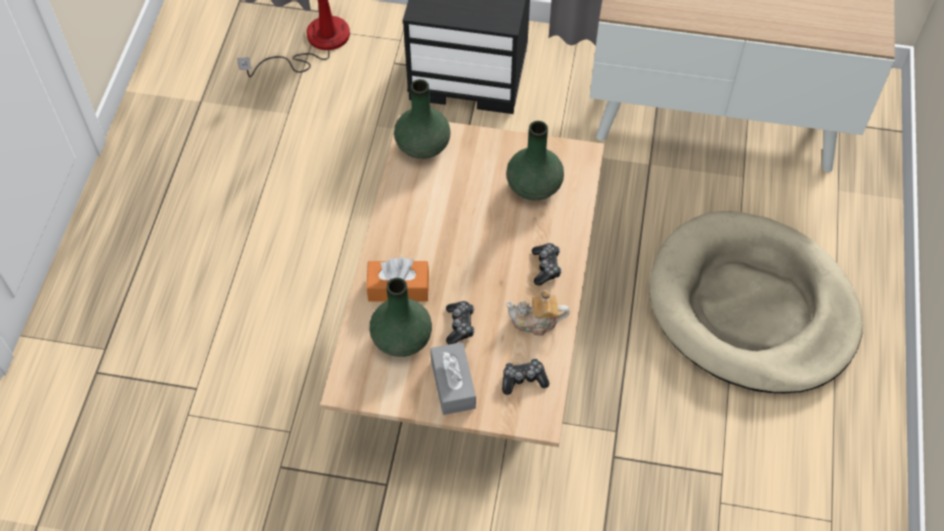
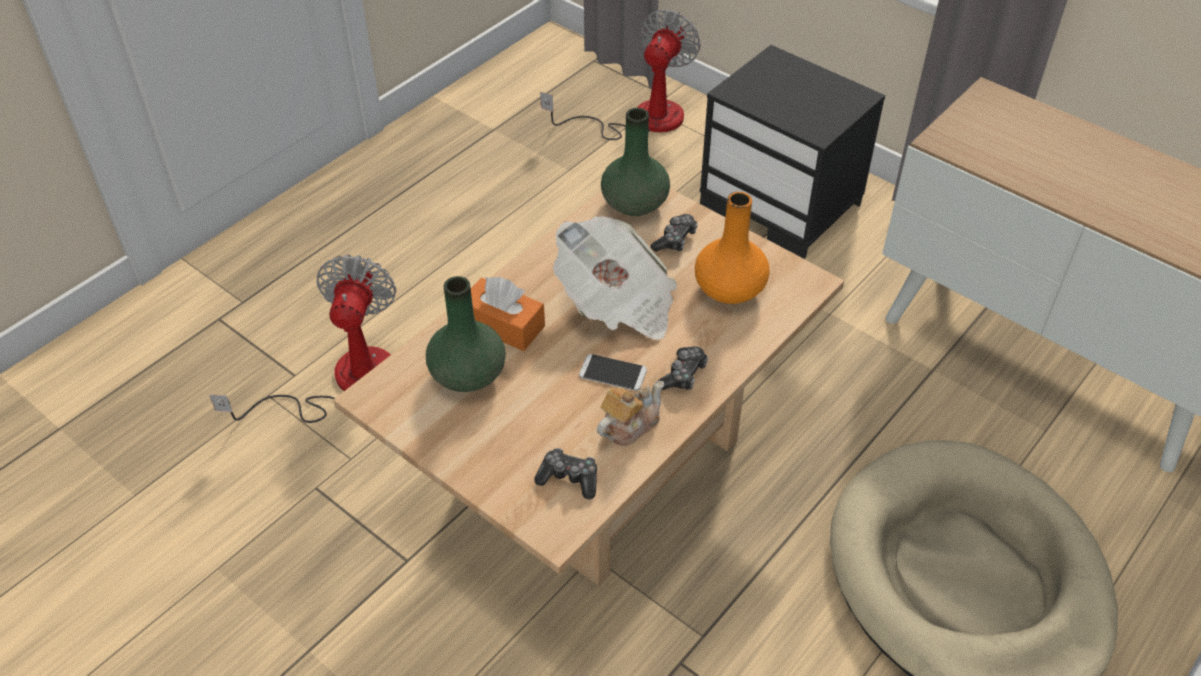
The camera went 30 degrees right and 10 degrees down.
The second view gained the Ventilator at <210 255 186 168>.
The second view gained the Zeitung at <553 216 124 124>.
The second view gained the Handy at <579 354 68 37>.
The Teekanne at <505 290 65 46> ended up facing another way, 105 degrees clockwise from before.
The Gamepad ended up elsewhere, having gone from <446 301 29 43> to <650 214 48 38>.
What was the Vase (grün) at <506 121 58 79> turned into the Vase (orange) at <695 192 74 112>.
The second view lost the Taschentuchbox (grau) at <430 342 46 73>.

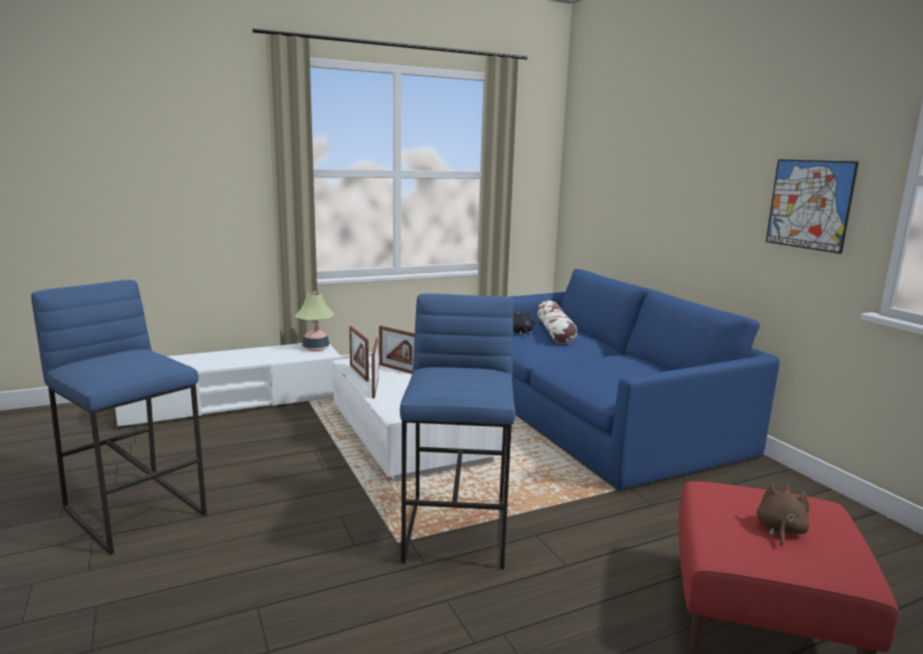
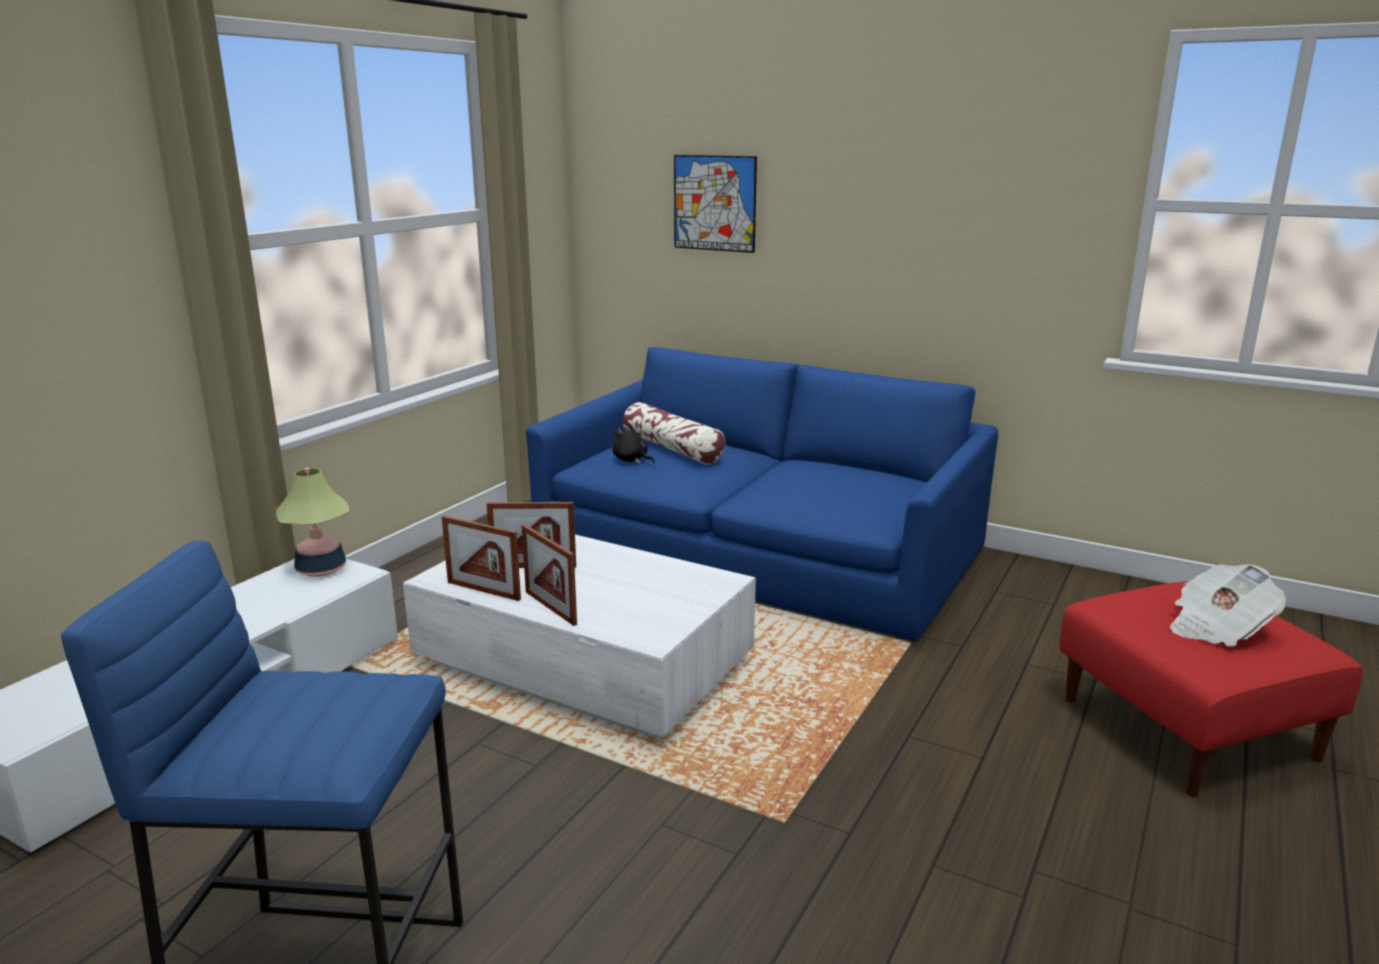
The camera went 35 degrees left and 5 degrees up.
The Bild ended up elsewhere, having gone from <766 159 93 95> to <674 155 83 98>.
Where the Plüschtier (braun) stood at <757 484 52 62>, the Zeitung came to stand at <1170 564 116 83>.
The second view lost the Hocker (blau) at <400 293 116 276>.

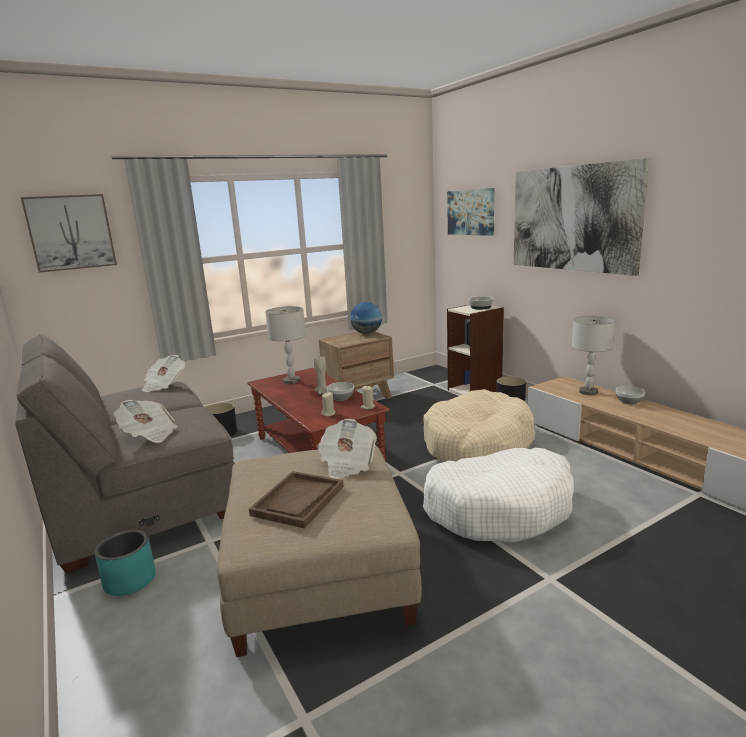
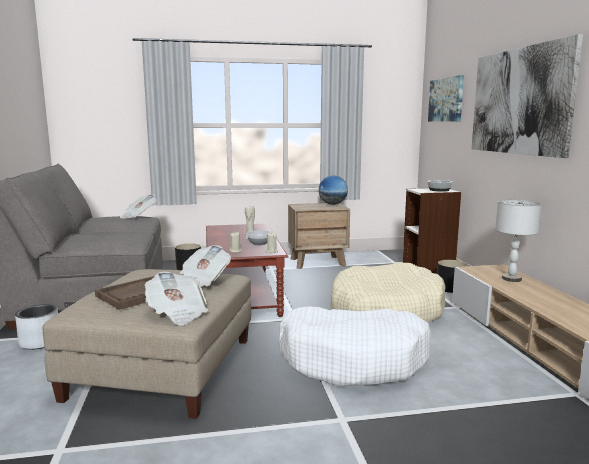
The camera went 20 degrees right and 5 degrees down.
What was the Pflanzkübel (türkis) at <95 529 61 67> turned into the Pflanzkübel (grau) at <15 304 43 46>.
The Zeitung ended up elsewhere, having gone from <114 400 64 43> to <145 271 63 55>.
The second view lost the Bild at <21 194 96 79>.
The second view lost the Tischlampe (grau) at <265 306 41 78>.
The second view lost the Schüssel at <616 386 29 19>.

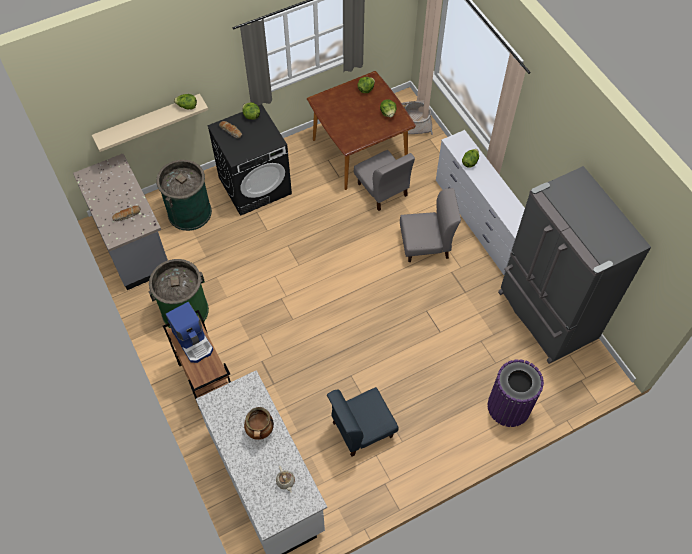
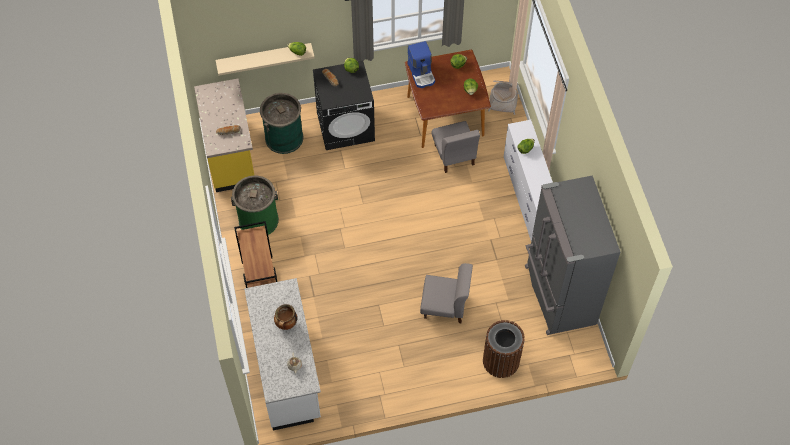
The camera went 15 degrees right and 0 degrees up.
What was the Küchenzeile (grau) at <73 154 95 136> turned into the Küchenzeile (gelb) at <194 79 60 113>.
The Kaffeemaschine ended up elsewhere, having gone from <166 302 47 61> to <408 41 27 47>.
The Stuhl (grau) ended up elsewhere, having gone from <400 188 61 74> to <420 263 53 61>.
What was the Mülleimer (lila) at <488 359 56 68> turned into the Mülleimer (braun) at <483 320 42 58>.
The second view lost the Stuhl (blau) at <327 387 72 70>.

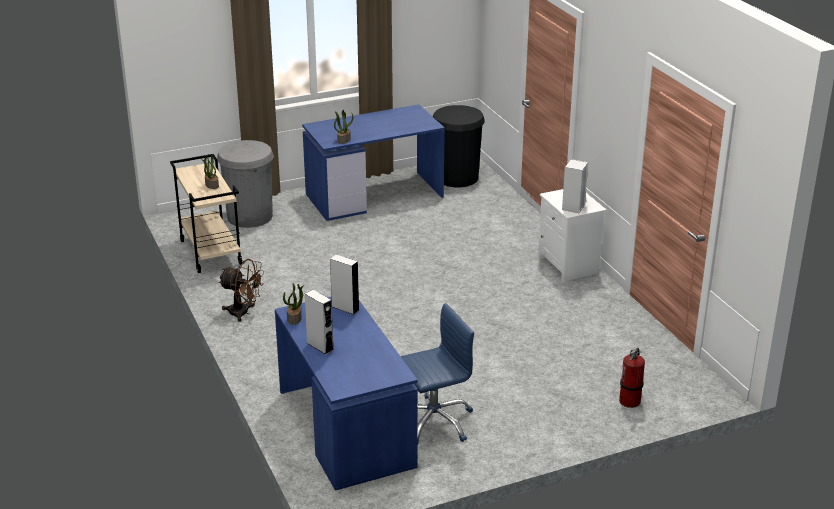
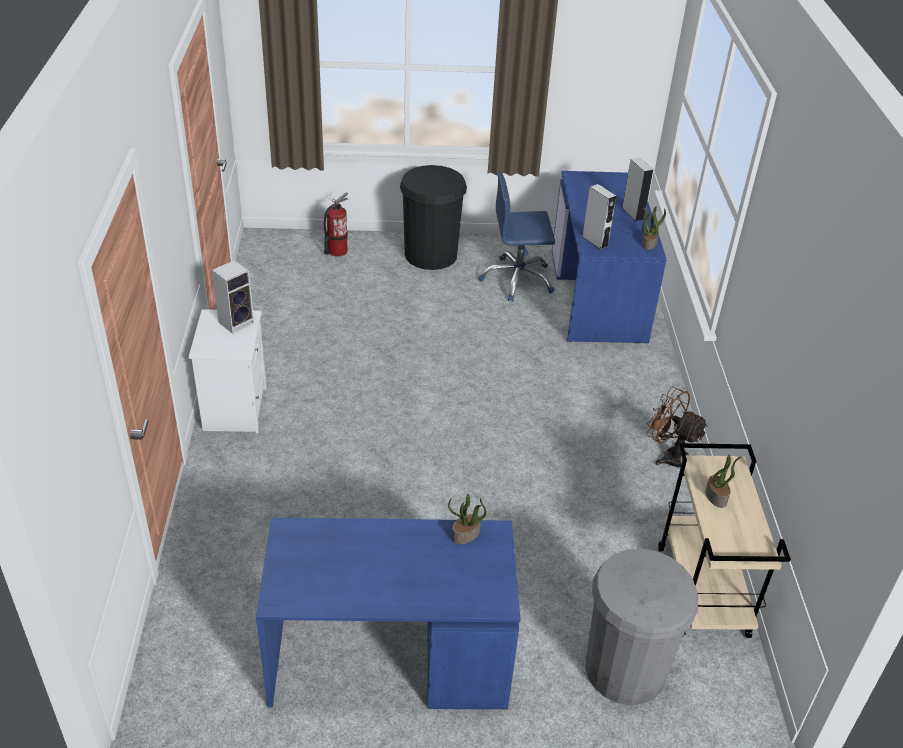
The camera went 160 degrees left and 10 degrees up.
The Mülleimer (schwarz) ended up elsewhere, having gone from <433 105 52 82> to <400 165 67 105>.

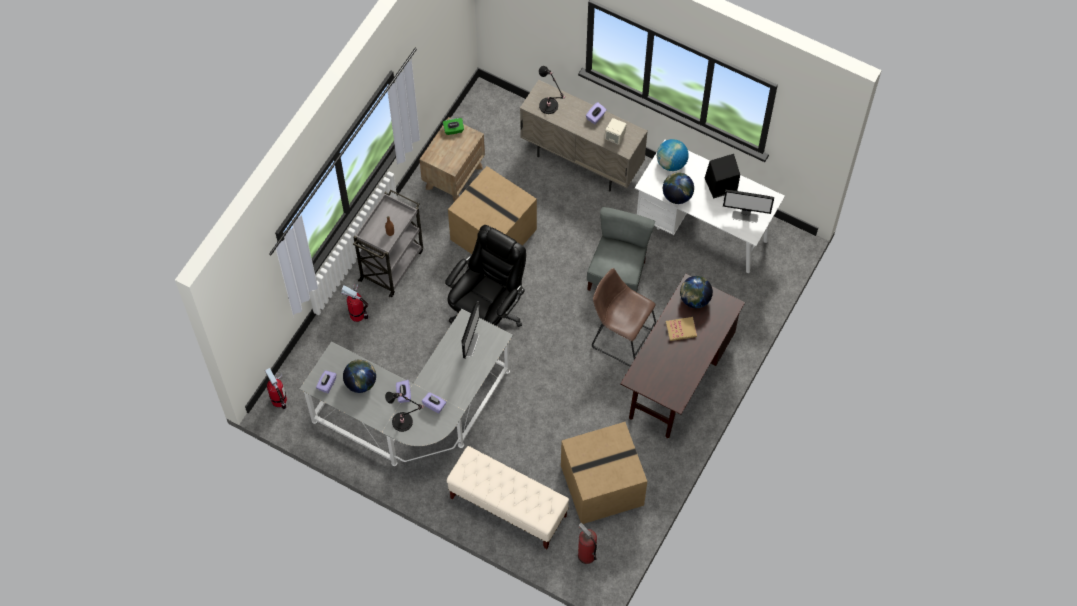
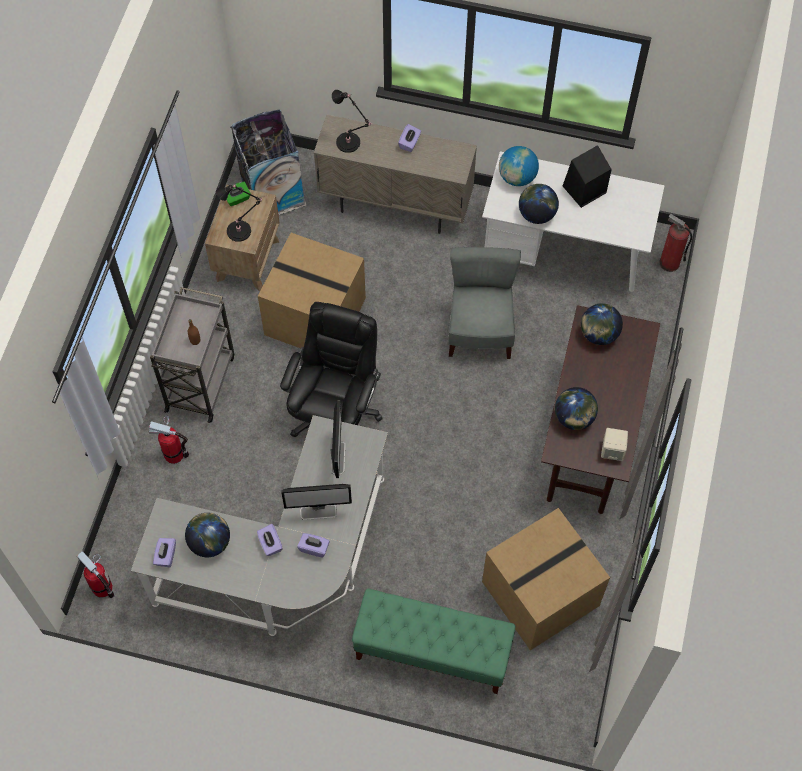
The camera went 15 degrees left and 0 degrees up.
The Tischlampe (schwarz) ended up elsewhere, having gone from <385 392 39 40> to <216 184 46 58>.
The second view gained the Mülleimer at <230 110 76 105>.
The Monitor ended up elsewhere, having gone from <723 190 51 33> to <281 484 71 36>.
What was the Bank (beige) at <447 446 122 103> turned into the Bank (grün) at <352 588 163 106>.
The second view gained the Globus at <555 387 43 43>.
The Lautsprecher (beige) ended up elsewhere, having gone from <605 118 22 27> to <601 428 27 33>.
The Feuerlöscher ended up elsewhere, having gone from <578 523 19 41> to <659 214 33 58>.
The second view lost the Hocker (braun) at <592 268 64 98>.
The second view lost the Buch at <666 317 31 24>.

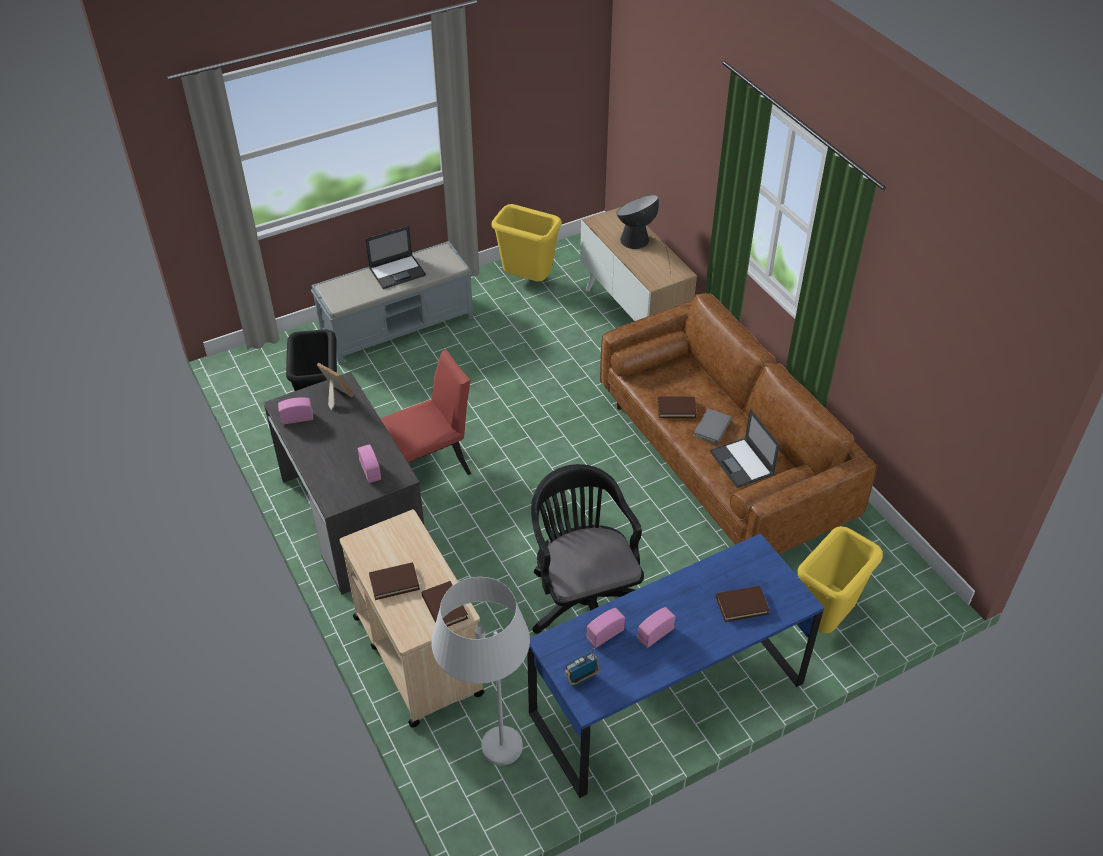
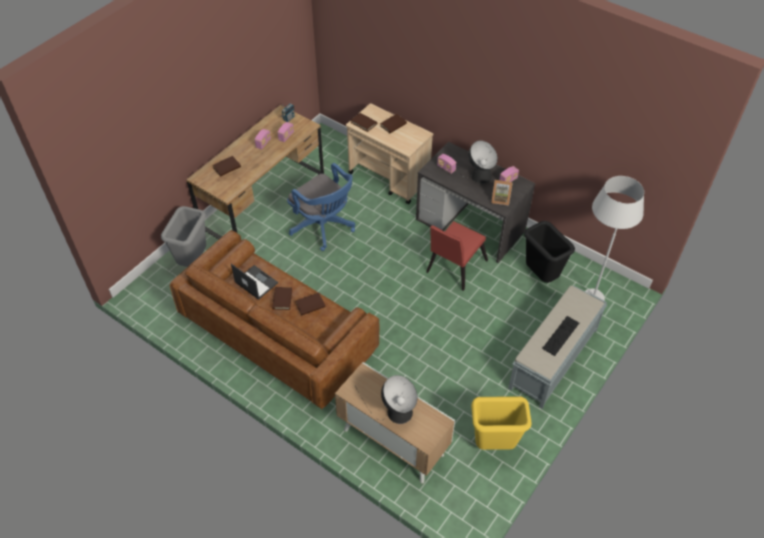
The camera went 155 degrees right and 5 degrees up.
What was the Mülleimer (gelb) at <798 526 85 108> turned into the Mülleimer (grau) at <161 206 45 61>.
What was the Schreibtisch (blau) at <527 533 297 265> turned into the Schreibtisch (braun) at <186 105 138 134>.
What was the Buch (grau) at <693 409 39 35> turned into the Buch (braun) at <272 287 20 23>.
What was the Bürostuhl (schwarz) at <531 464 113 170> turned into the Bürostuhl (blau) at <287 163 68 88>.
The second view gained the Tischlampe at <453 141 45 43>.
Where the Laptop stood at <365 226 61 63>, the Tastatur came to stand at <542 316 37 40>.
The Stehlampe (weiß) ended up elsewhere, having gone from <432 577 98 188> to <585 176 59 125>.

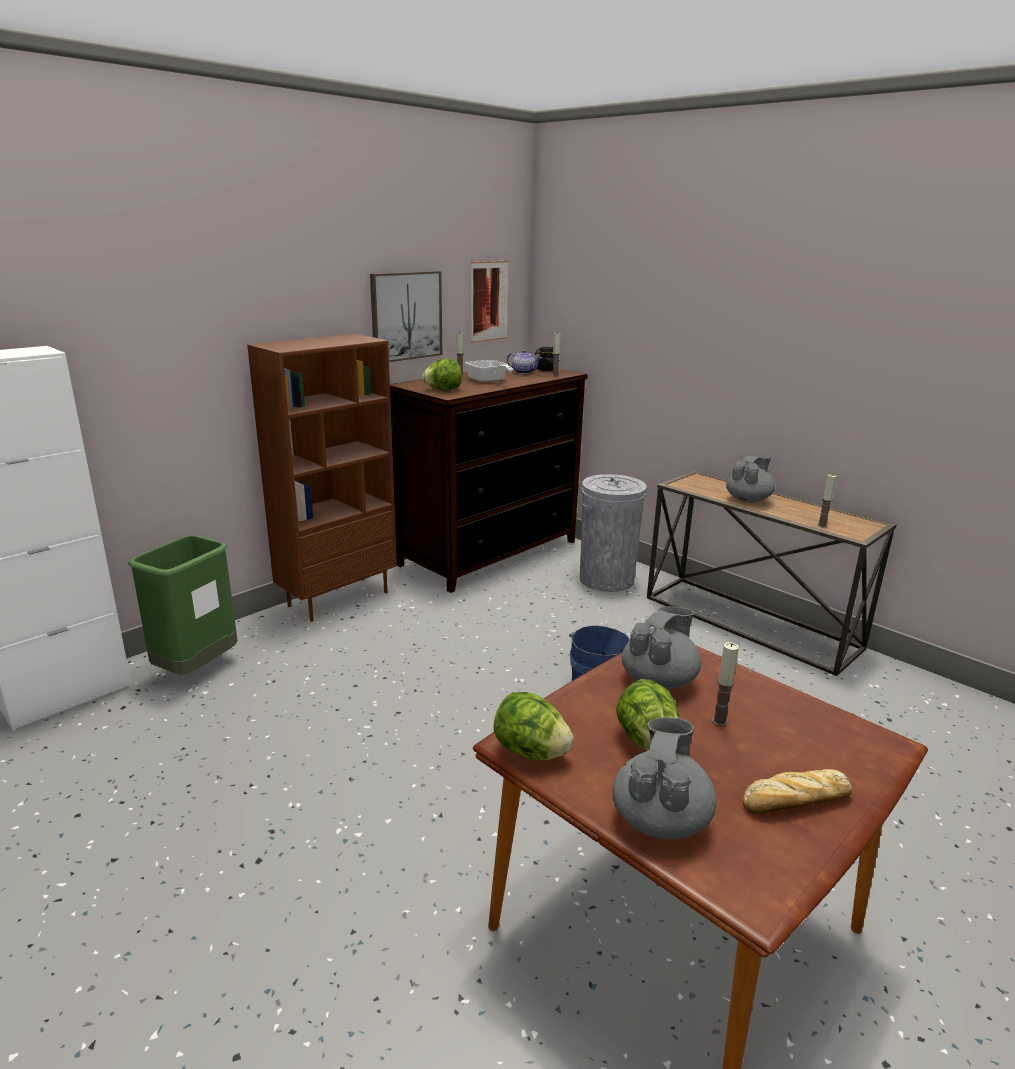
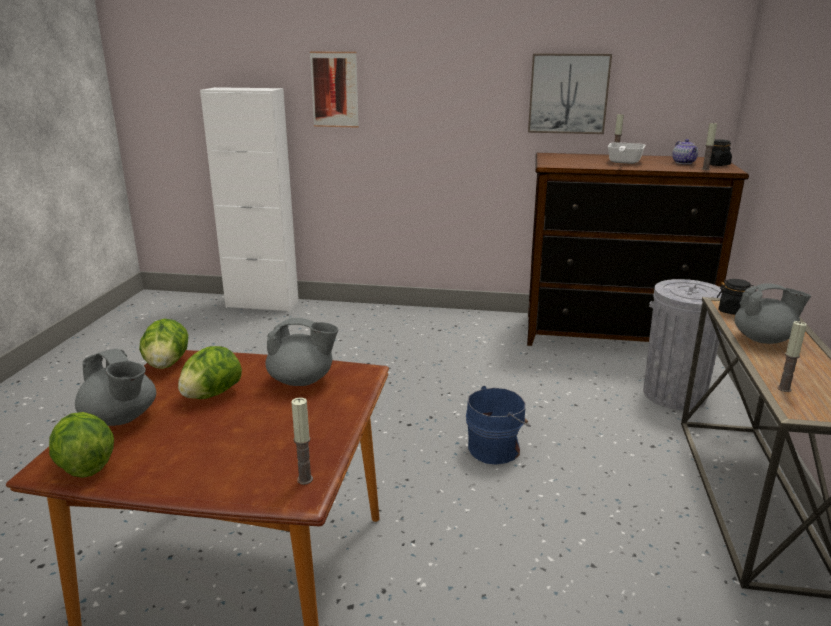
The camera went 55 degrees right and 0 degrees up.
The Salatkopf ended up elsewhere, having gone from <422 358 40 32> to <49 412 65 66>.
The Teekanne (grau) at <613 717 104 122> ended up facing another way, 60 degrees clockwise from before.
The Kerze ended up elsewhere, having gone from <712 642 27 85> to <291 398 22 87>.
The Bild ended up elsewhere, having gone from <471 261 38 82> to <310 52 49 76>.
The second view gained the Vorratsglas (schwarz) at <717 279 36 36>.
The second view lost the Mülleimer (grün) at <128 535 110 140>.
The second view lost the Bücherregal (braun) at <247 334 150 288>.
The second view lost the Brot at <743 769 109 45>.

